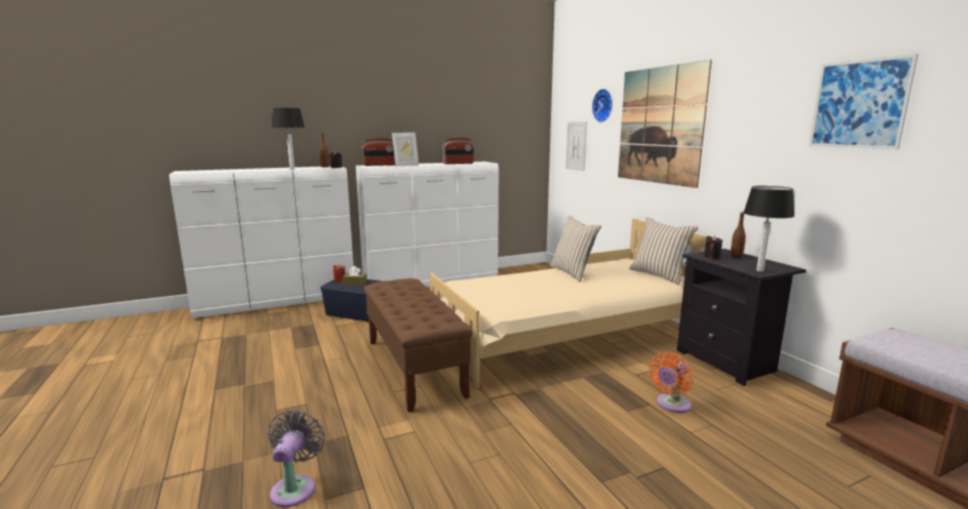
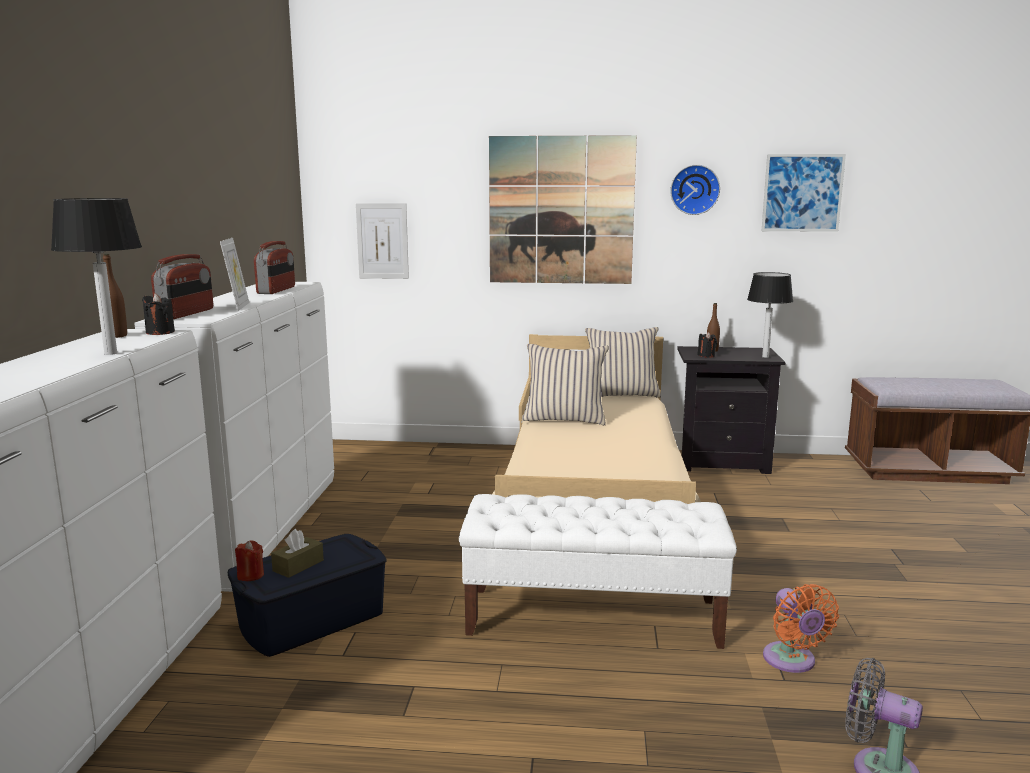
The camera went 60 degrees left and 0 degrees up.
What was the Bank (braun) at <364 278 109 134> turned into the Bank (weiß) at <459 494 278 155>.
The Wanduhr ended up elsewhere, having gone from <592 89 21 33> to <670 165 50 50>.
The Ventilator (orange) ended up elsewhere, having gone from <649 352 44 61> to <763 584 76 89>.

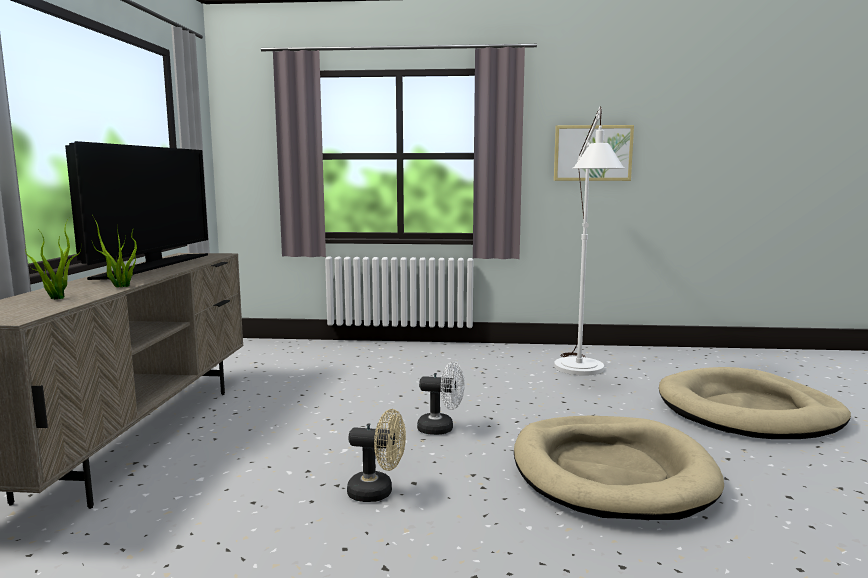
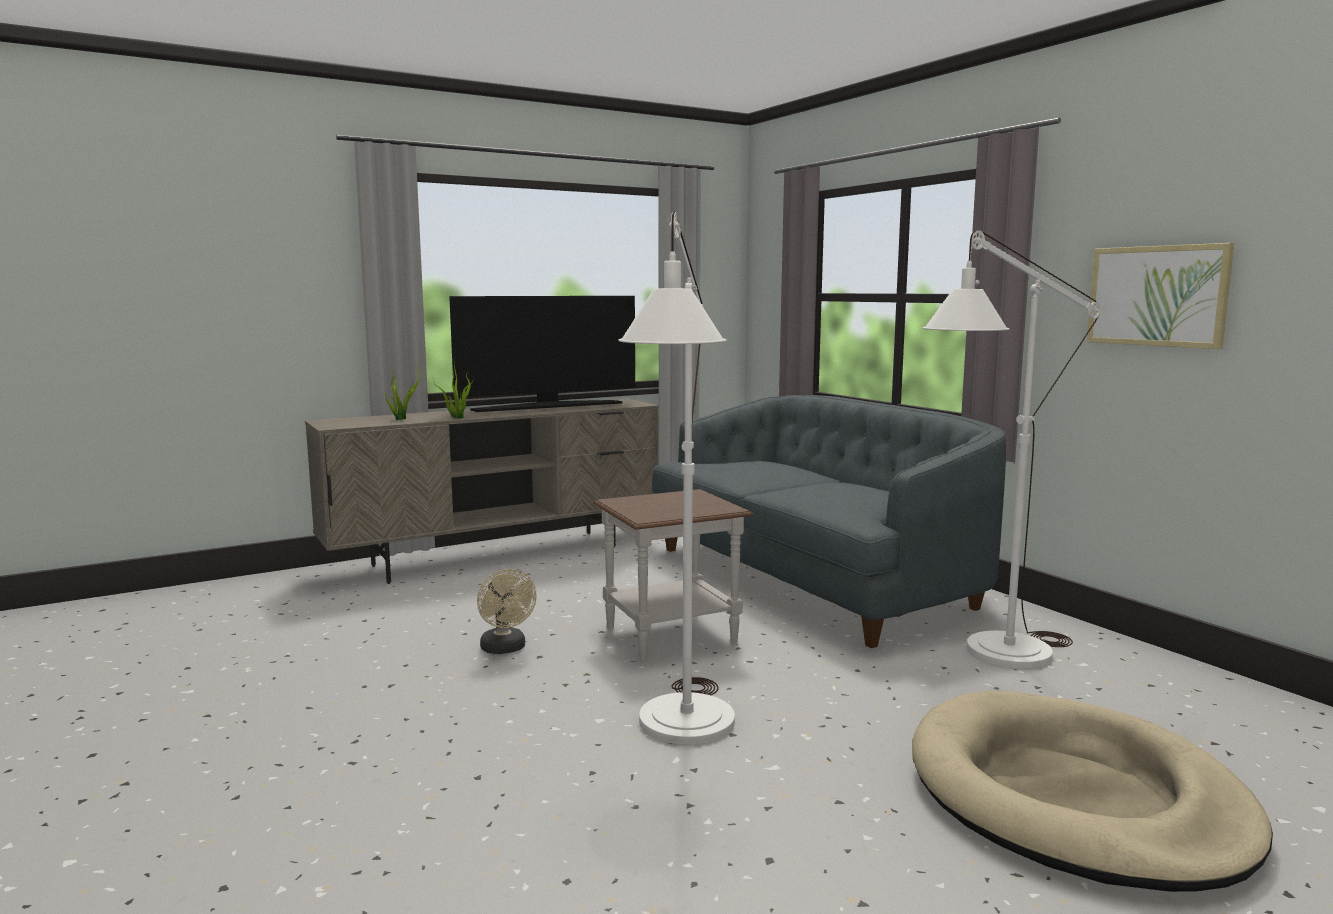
The camera went 55 degrees right and 0 degrees up.
Where the Ventilator (weiß) stood at <417 361 48 74>, the Beistelltisch (braun) came to stand at <593 489 161 172>.
Where the Hundebett (beige) stood at <514 416 210 104>, the Stehlampe (weiß) came to stand at <618 211 117 534>.
The second view gained the Sofa (grau) at <652 395 354 253>.

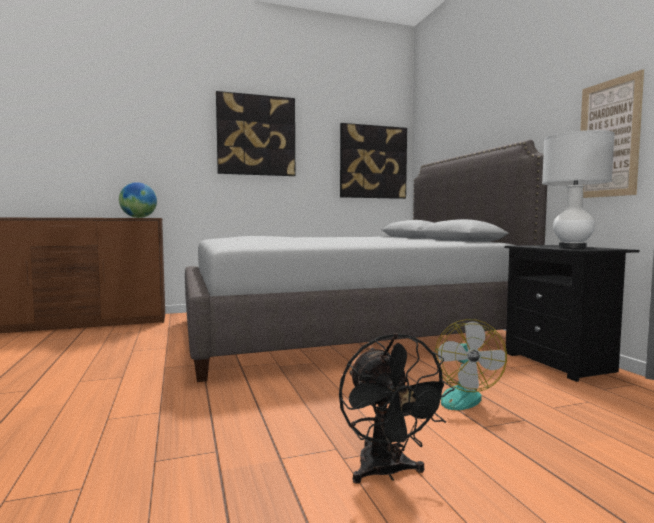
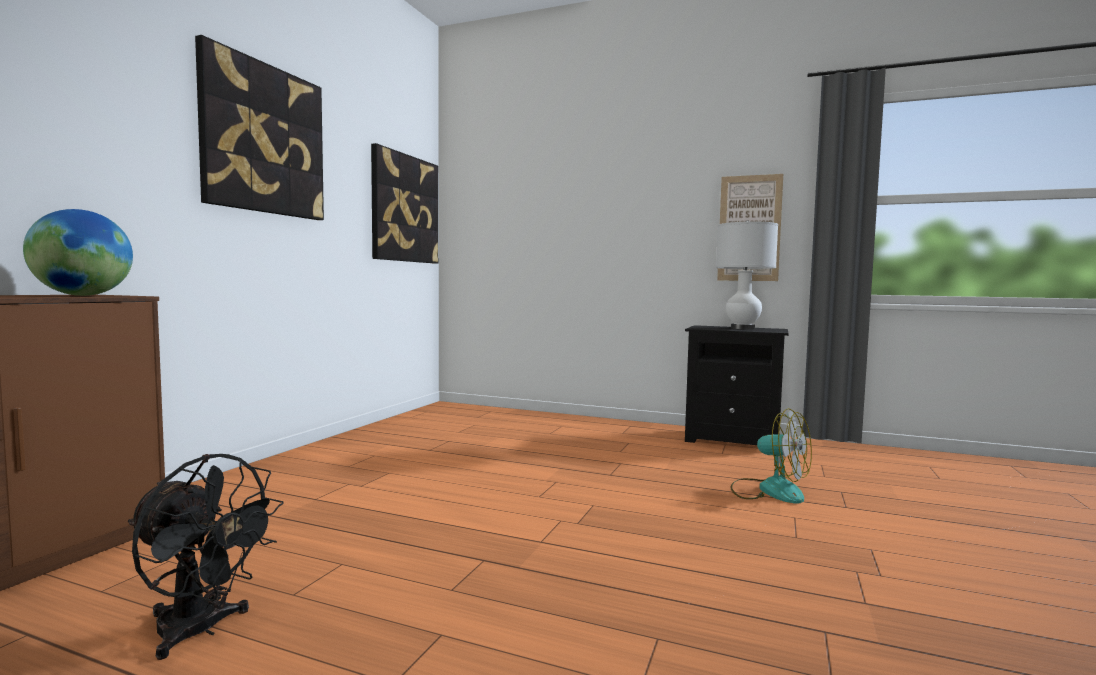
The camera went 50 degrees left and 0 degrees up.
The Ventilator (schwarz) ended up elsewhere, having gone from <339 333 116 151> to <128 454 156 206>.
The second view lost the Bett (grau) at <185 139 362 243>.

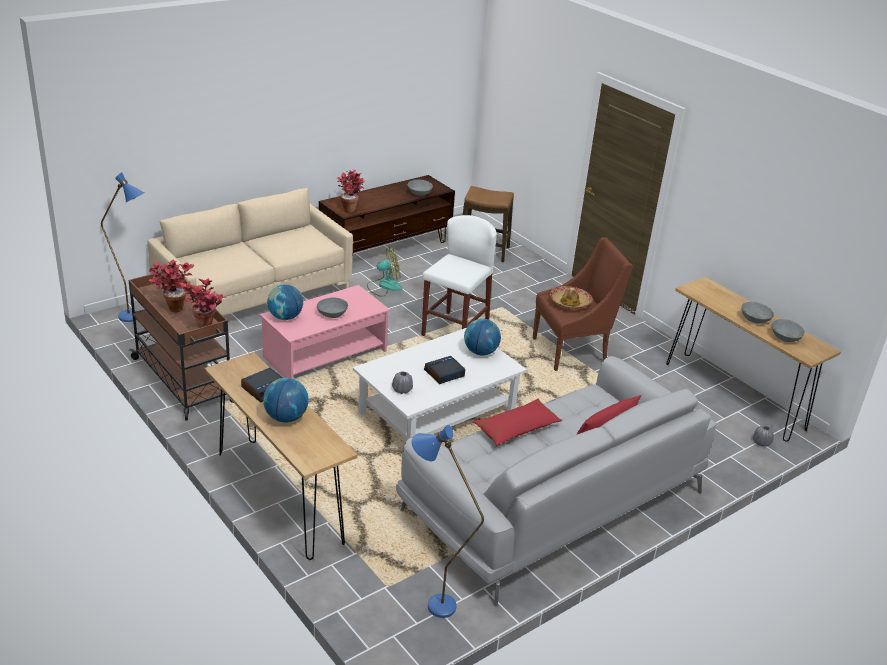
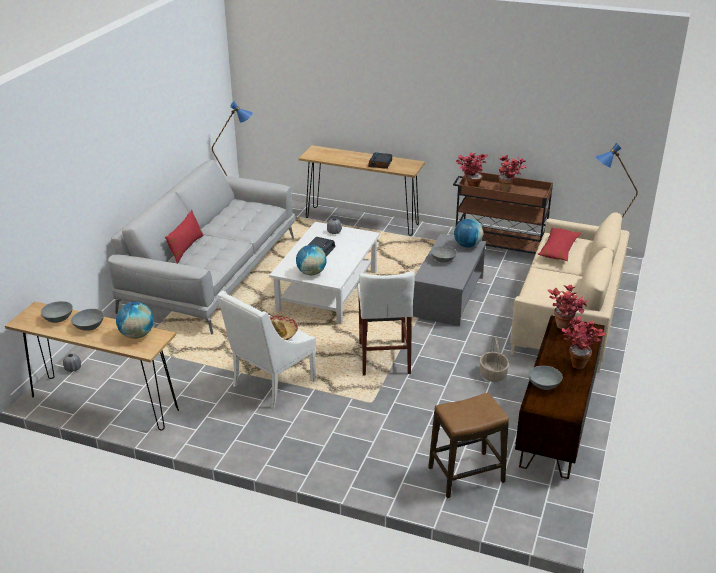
The camera went 150 degrees right and 0 degrees up.
The Globus ended up elsewhere, having gone from <263 378 45 45> to <116 302 38 37>.
What was the Sessel (braun) at <533 237 100 134> turned into the Sessel (weiß) at <218 291 98 118>.
What was the Couchtisch (rosa) at <260 285 130 94> turned into the Couchtisch (grau) at <413 234 73 92>.
Where the Ventilator stood at <367 246 36 51>, the Korb came to stand at <480 337 29 45>.
The Kissen (rot) ended up elsewhere, having gone from <472 398 90 47> to <537 228 44 33>.
The second view gained the Topfpflanze at <561 316 45 53>.

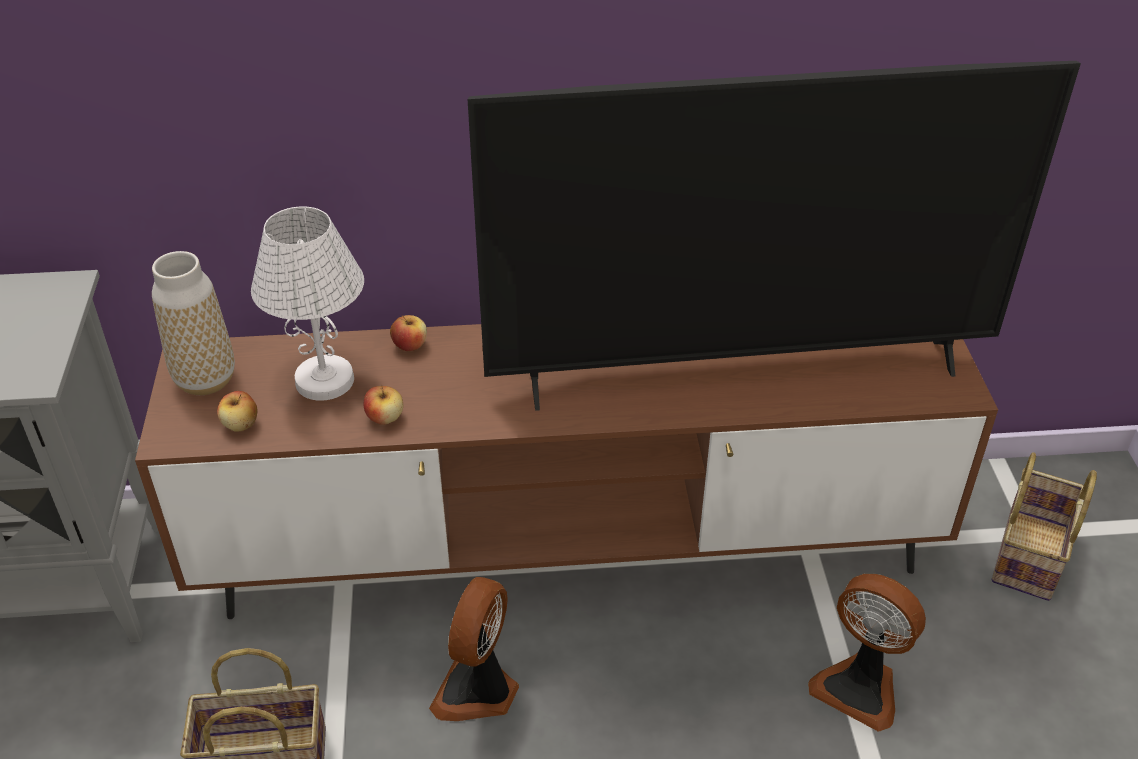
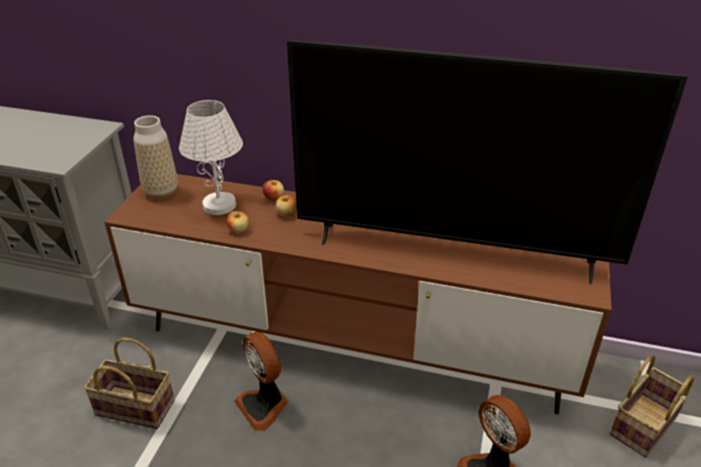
The camera went 20 degrees right and 5 degrees down.
The Ventilator at <429 577 90 144> ended up facing another way, 75 degrees counterclockwise from before.
The Apfel ended up elsewhere, having gone from <217 391 40 41> to <275 195 22 22>.

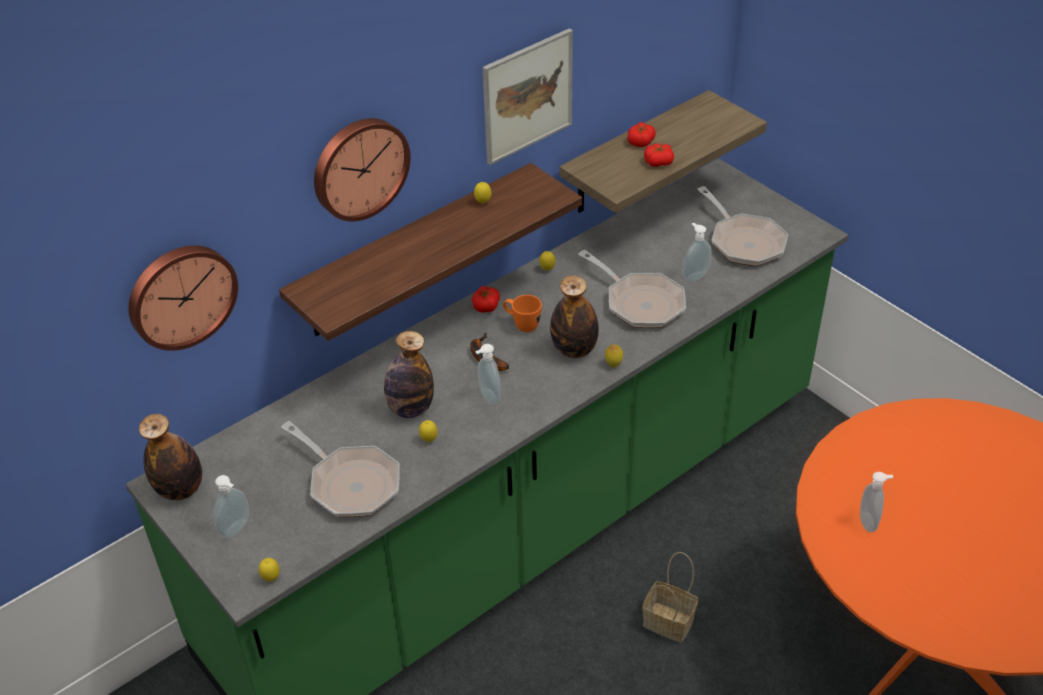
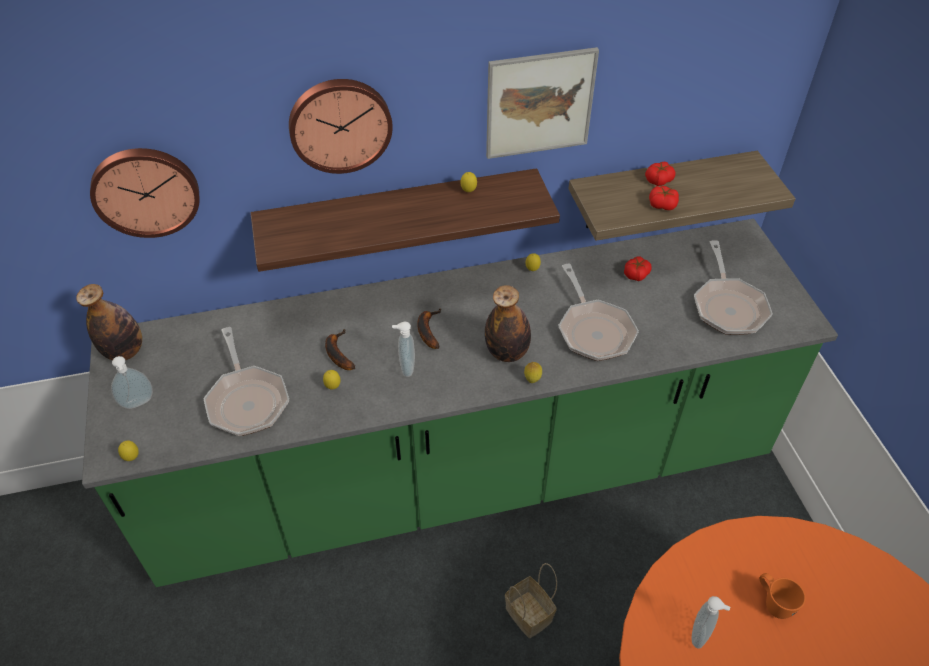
The camera went 25 degrees right and 5 degrees up.
Where the Flasche stood at <384 331 50 87>, the Banane came to stand at <325 329 30 41>.
The Tomate ended up elsewhere, having gone from <472 286 28 27> to <624 256 28 25>.
The Henkelbecher (orange) ended up elsewhere, having gone from <503 295 39 37> to <760 573 46 46>.
The second view lost the Seifenspender at <683 222 29 60>.

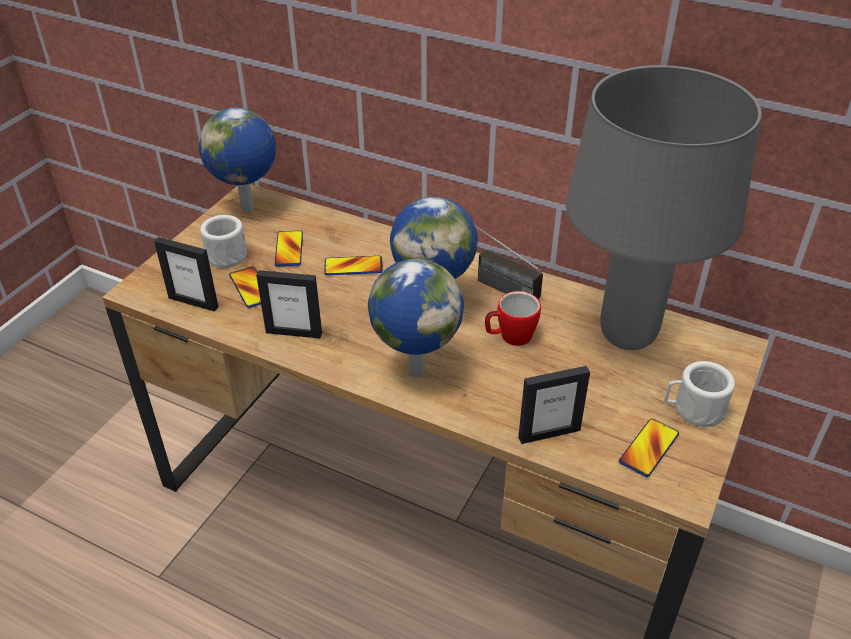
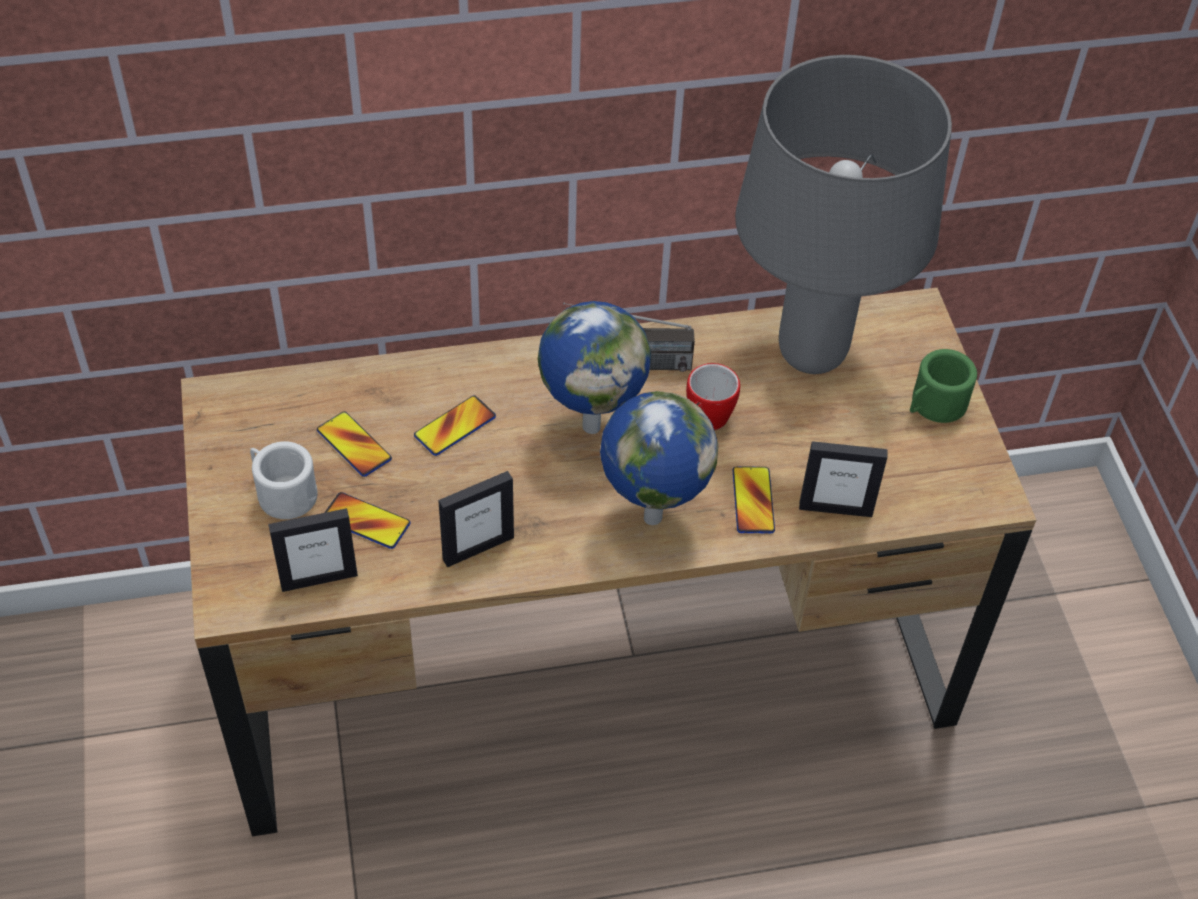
The camera went 40 degrees left and 10 degrees up.
The Handy ended up elsewhere, having gone from <619 418 60 59> to <733 466 42 67>.
The Bilderrahmen at <518 366 72 78> ended up facing another way, 60 degrees clockwise from before.
What was the Henkelbecher (weiß) at <664 361 71 66> turned into the Henkelbecher (grün) at <910 349 67 74>.
The second view lost the Globus at <198 108 78 103>.

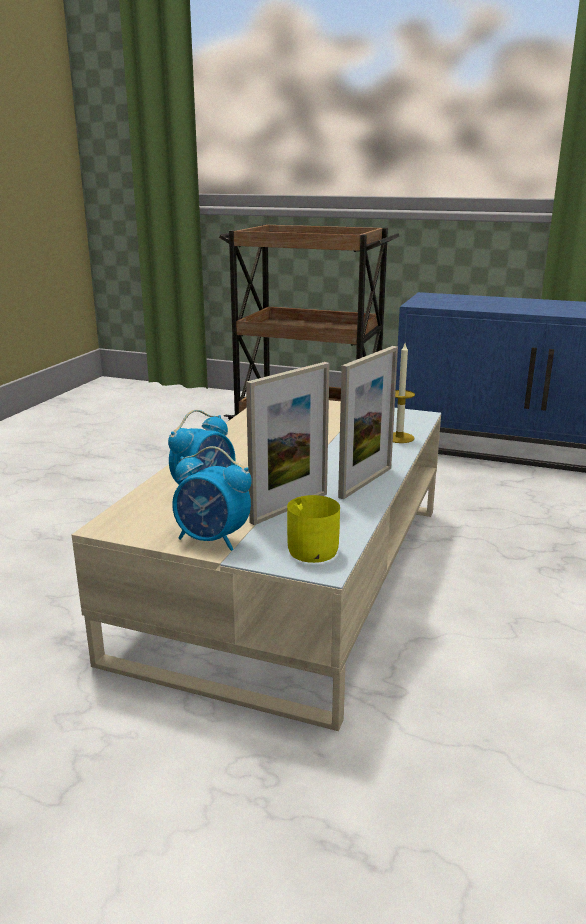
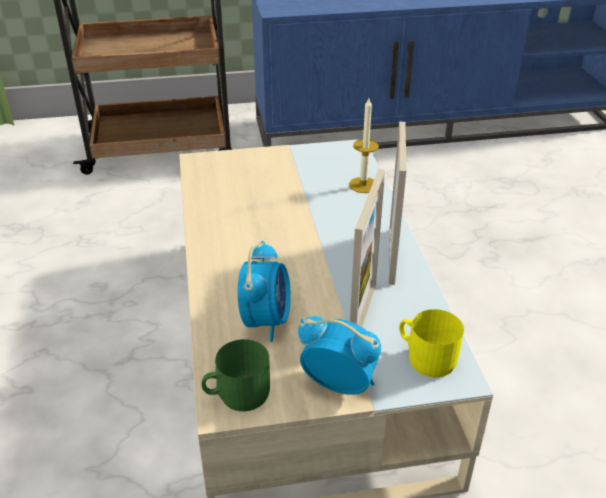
The camera went 30 degrees left and 15 degrees up.
The second view gained the Henkelbecher (grün) at <201 339 69 72>.
The Wecker at <172 446 80 105> ended up facing another way, 150 degrees counterclockwise from before.

